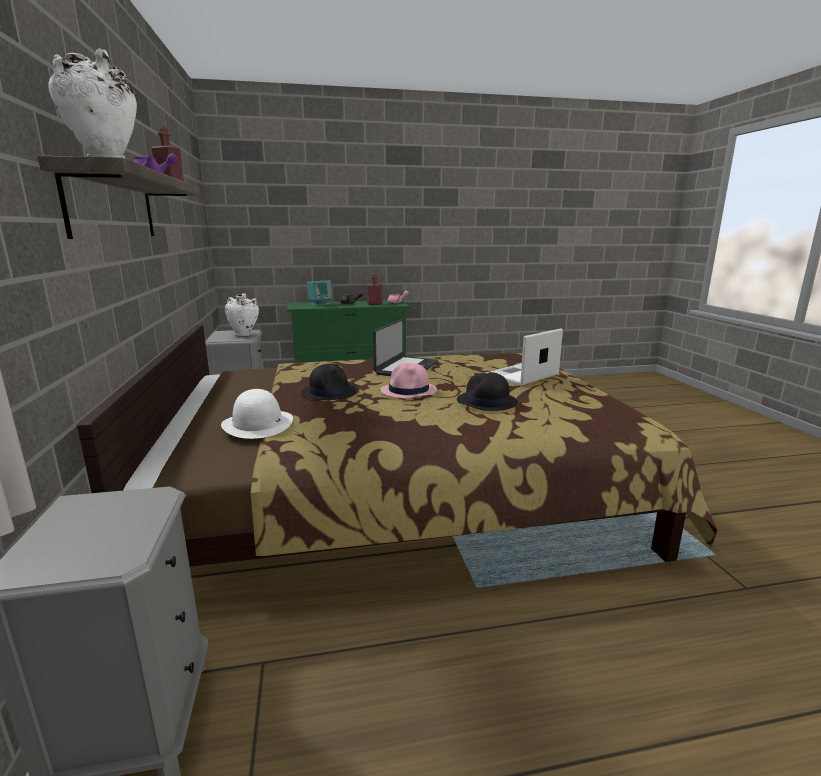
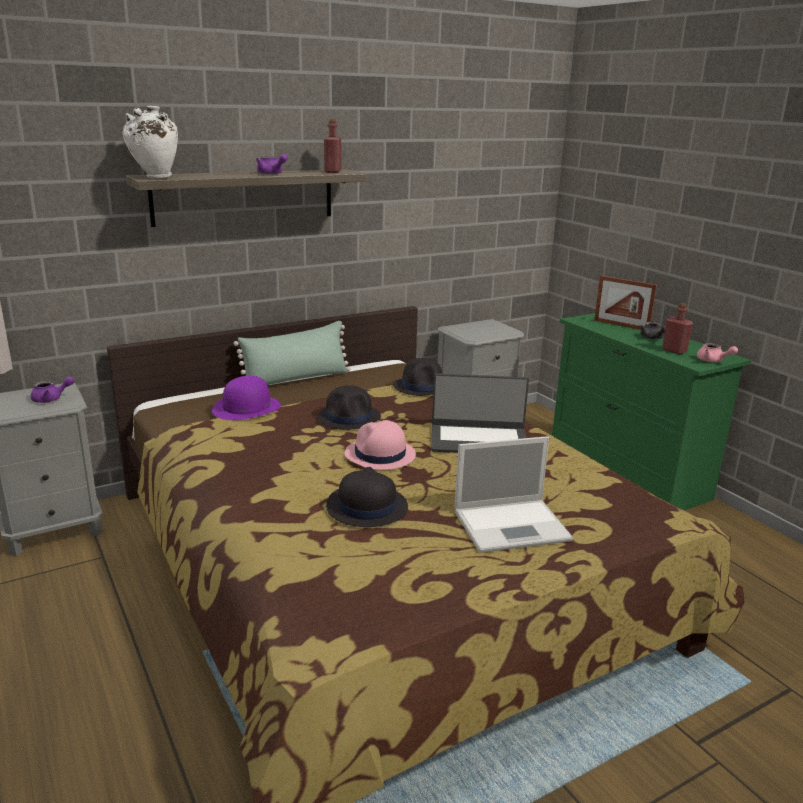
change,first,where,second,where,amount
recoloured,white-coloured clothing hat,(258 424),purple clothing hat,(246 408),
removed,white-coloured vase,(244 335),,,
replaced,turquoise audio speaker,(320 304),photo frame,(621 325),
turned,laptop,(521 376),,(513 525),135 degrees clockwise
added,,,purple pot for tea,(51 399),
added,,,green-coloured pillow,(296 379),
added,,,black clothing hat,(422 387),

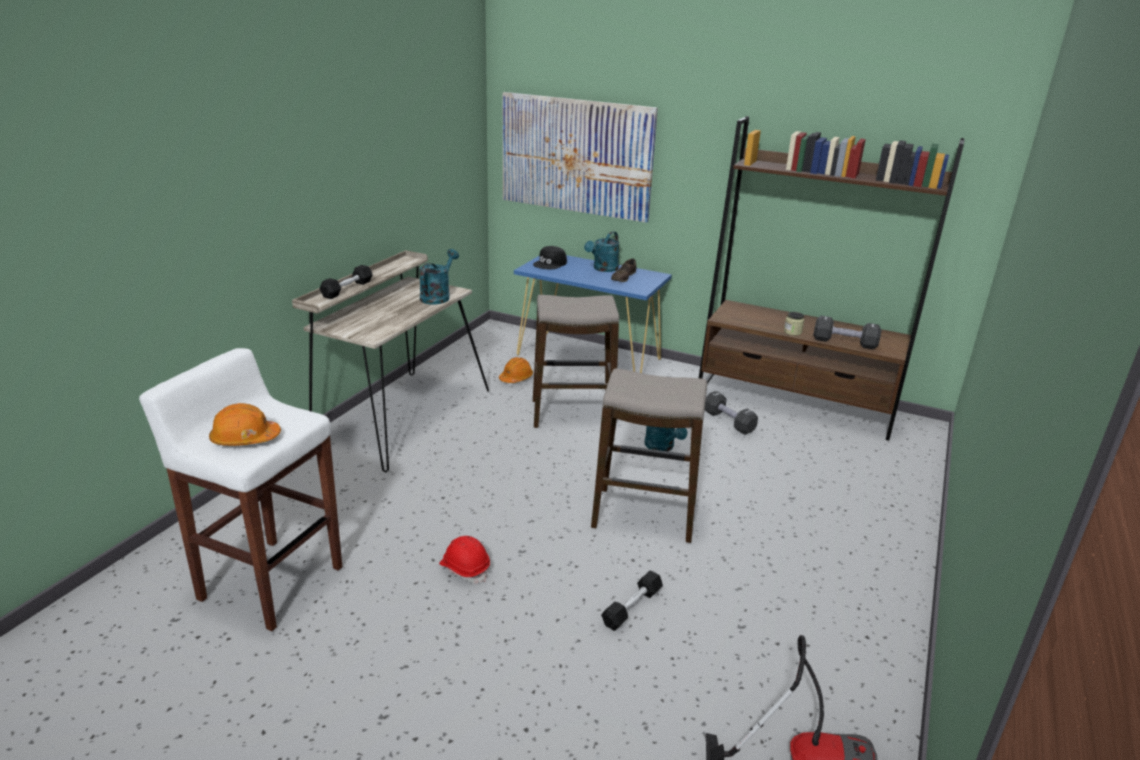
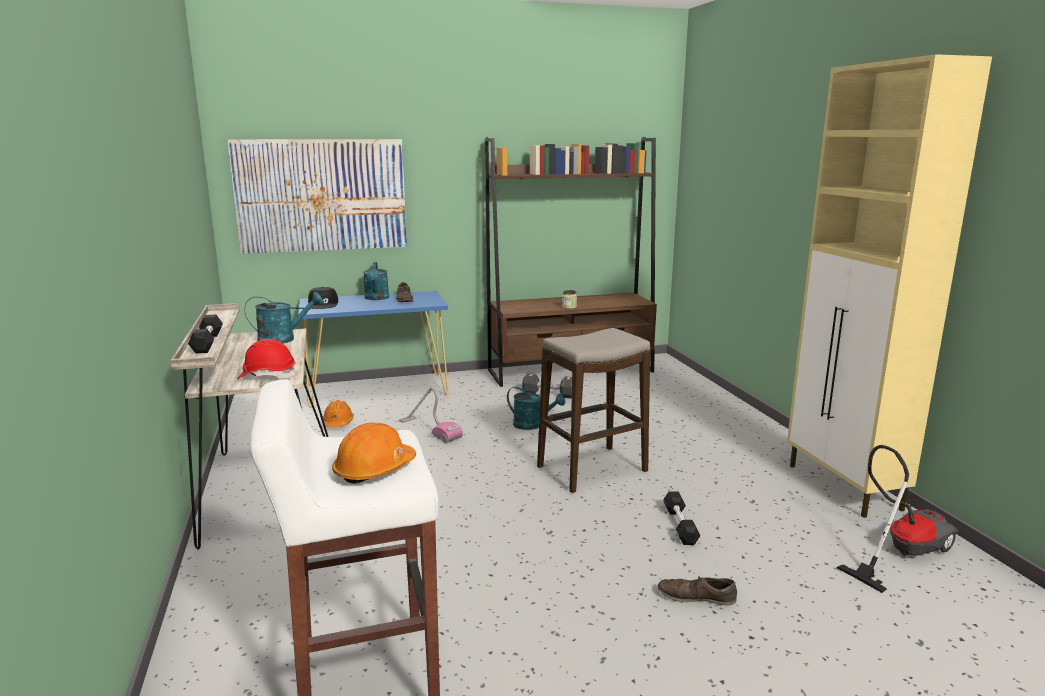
change,first,where,second,where,amount
turned,turquoise sprinkling can,(437 296),,(283 339),90 degrees clockwise
moved,red hard hat,(465 568),,(267 376),
replaced,stool seat,(572 414),vacuum,(429 430),
removed,black free weight,(844 343),,,
added,,,brownish item of footwear,(696 597),
added,,,beige cabinet,(844 488),

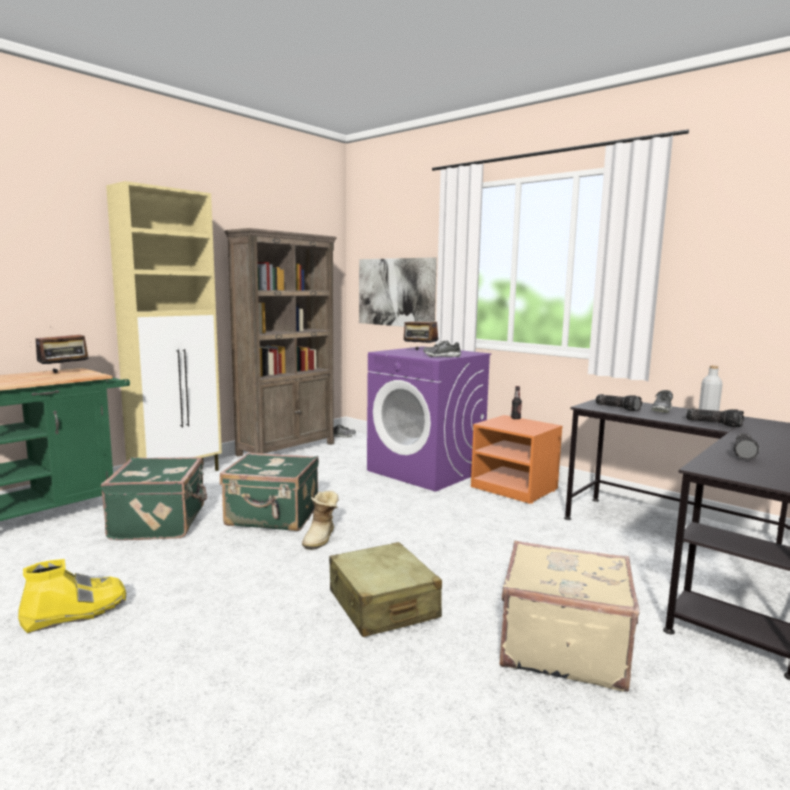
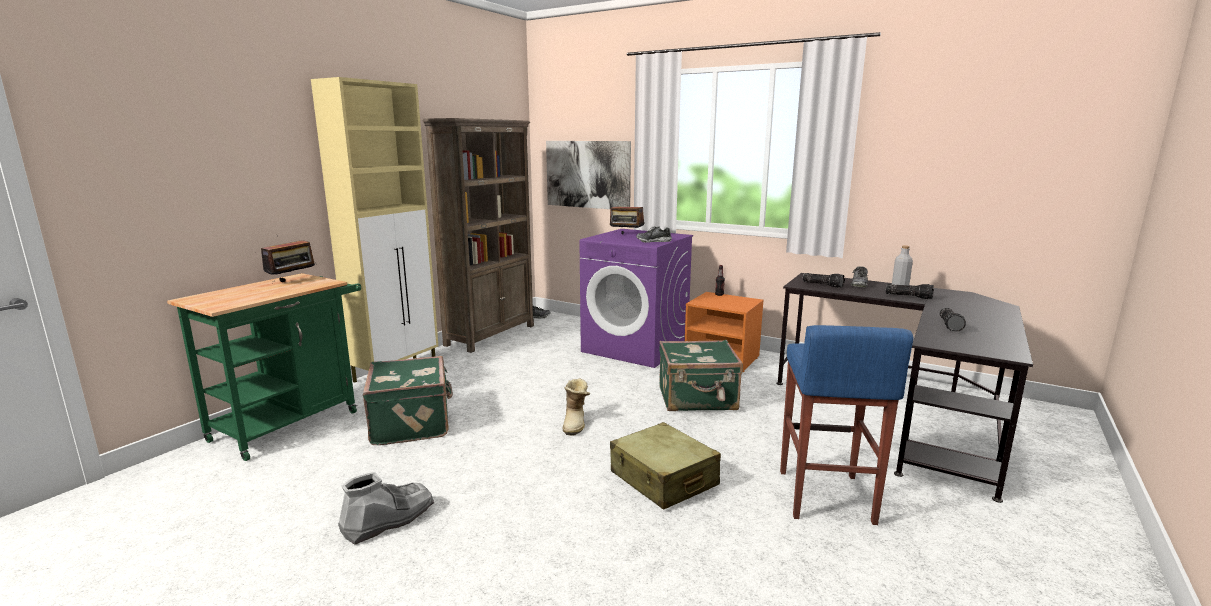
change,first,where,second,where,amount
recoloured,yellowish tall boot,(76 613),greyish tall boot,(388 520),
moved,green-coloured piece of luggage,(273 517),,(698 399),
replaced,beige piece of luggage,(562 646),bluish stool seat,(824 497),

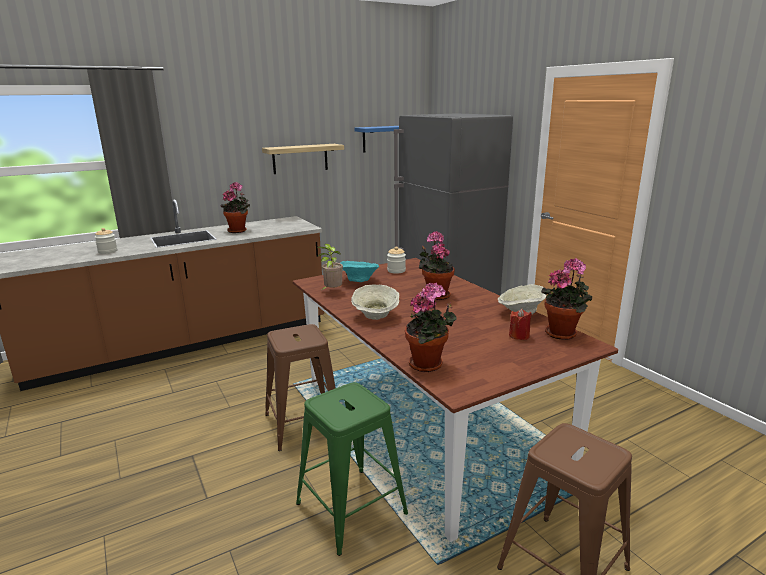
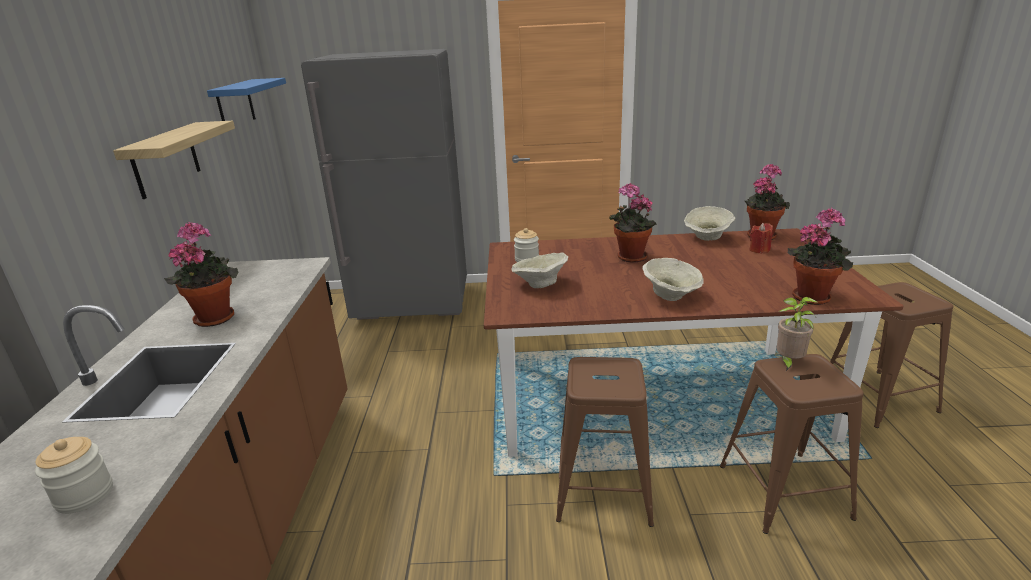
change,first,where,second,where,amount
recoloured,green-coloured stool seat,(352 508),brownish stool seat,(784 491),
moved,potted plant,(332 291),,(788 362),
recoloured,turquoise serving bowl,(359 281),beige serving bowl,(540 284),

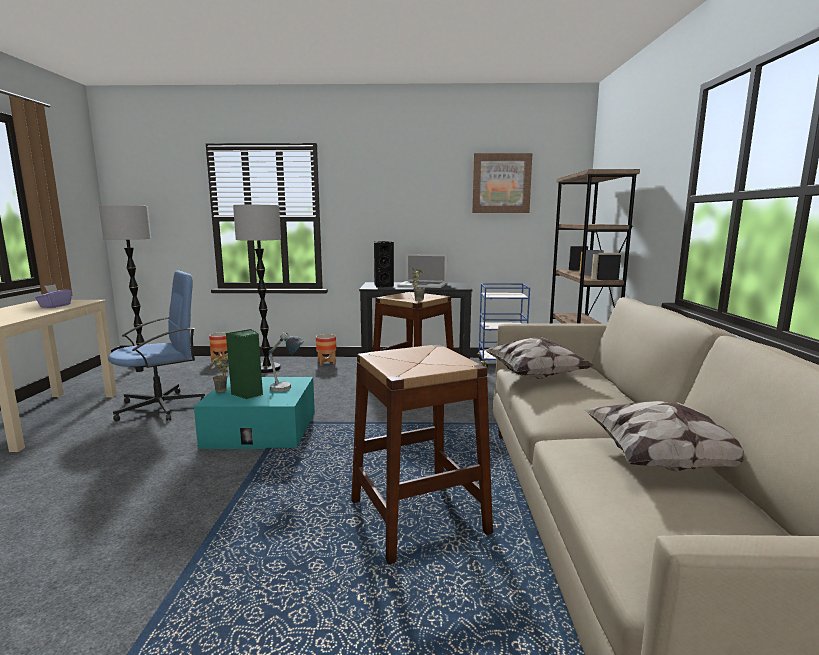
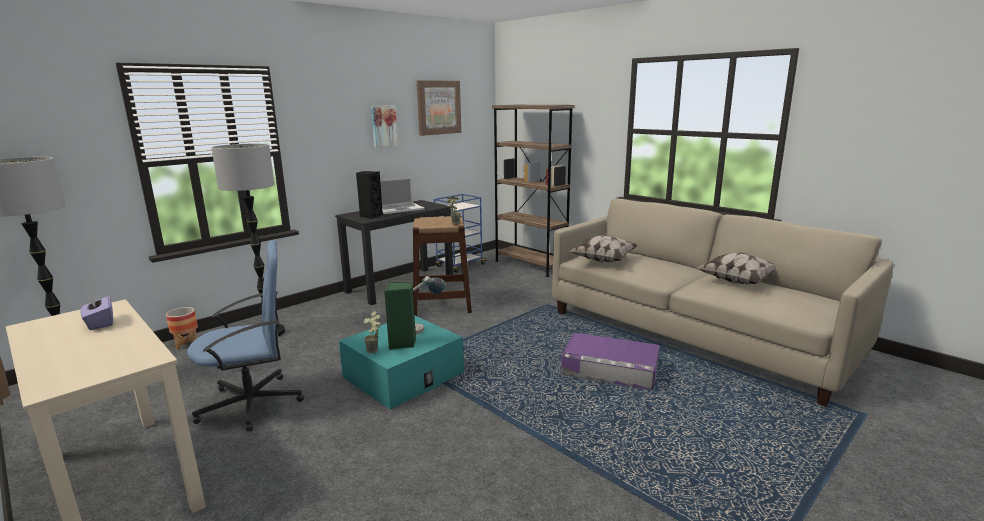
change,first,where,second,where,amount
turned,bluish office chair,(161 407),,(253 403),60 degrees clockwise
removed,plant pot,(326 362),,,
replaced,brownish stool seat,(418 516),purple storage container,(610 369),
added,,,wall picture,(383 126),

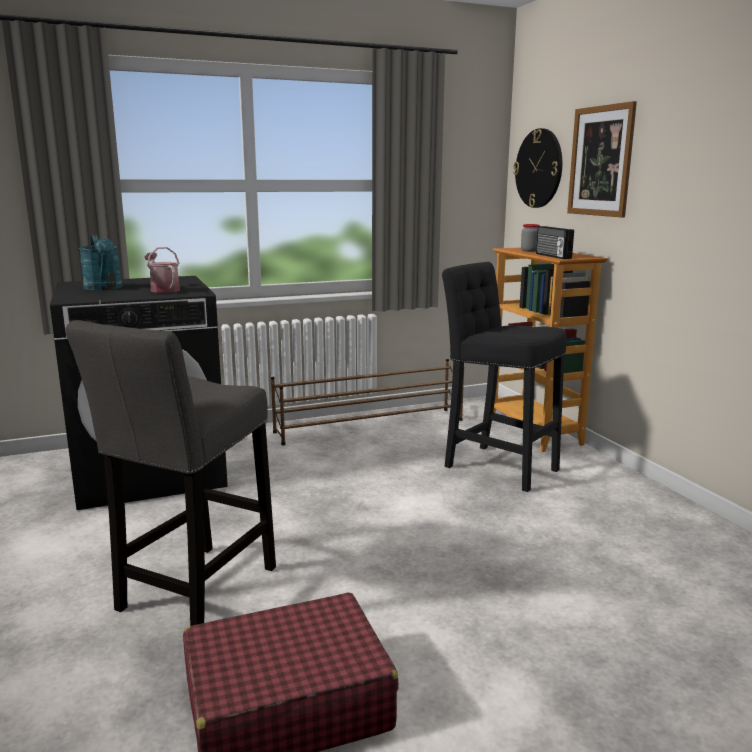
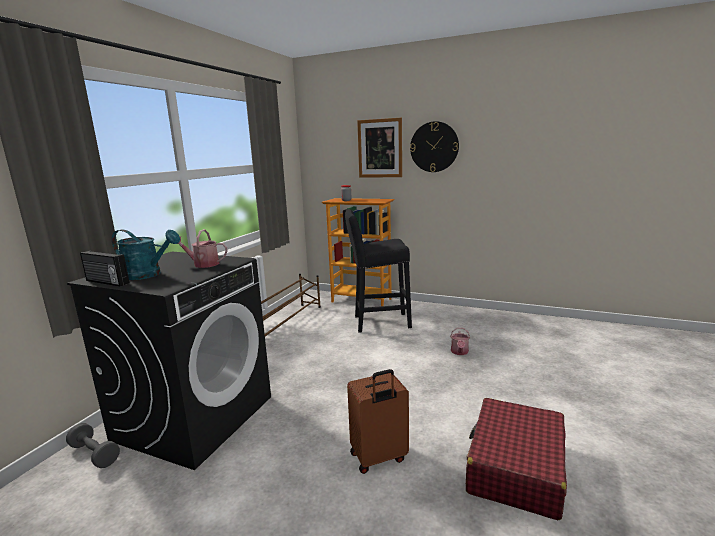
change,first,where,second,where,amount
replaced,greyish stool seat,(194 593),brownish piece of luggage,(378 458),
moved,hanging clock,(539 168),,(434 147),
moved,radio set,(552 256),,(106 282),
added,,,greyish free weight,(94 454),
added,,,sprinkling can,(459 352),

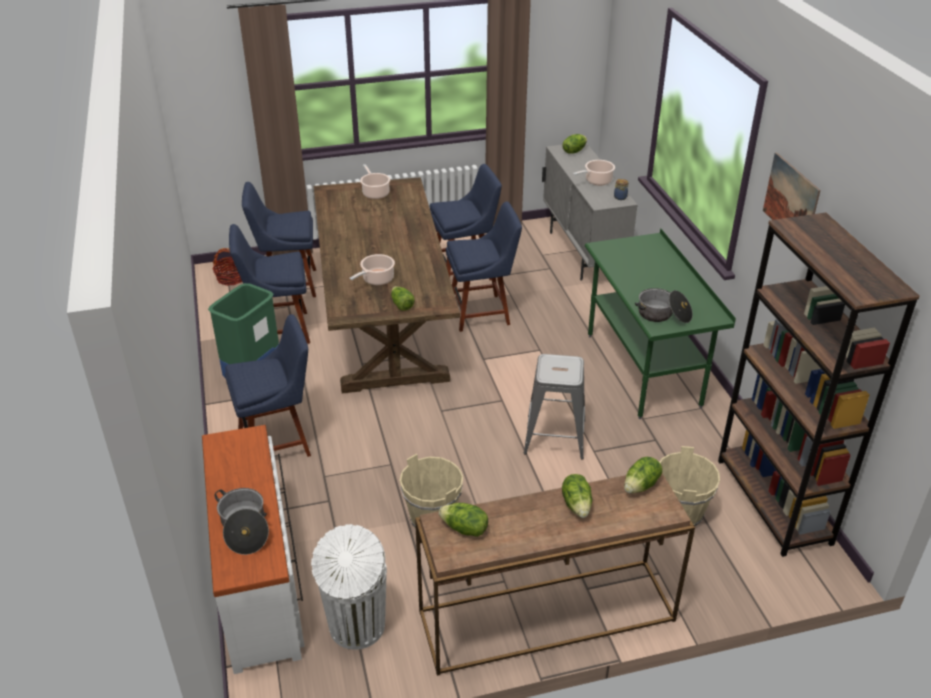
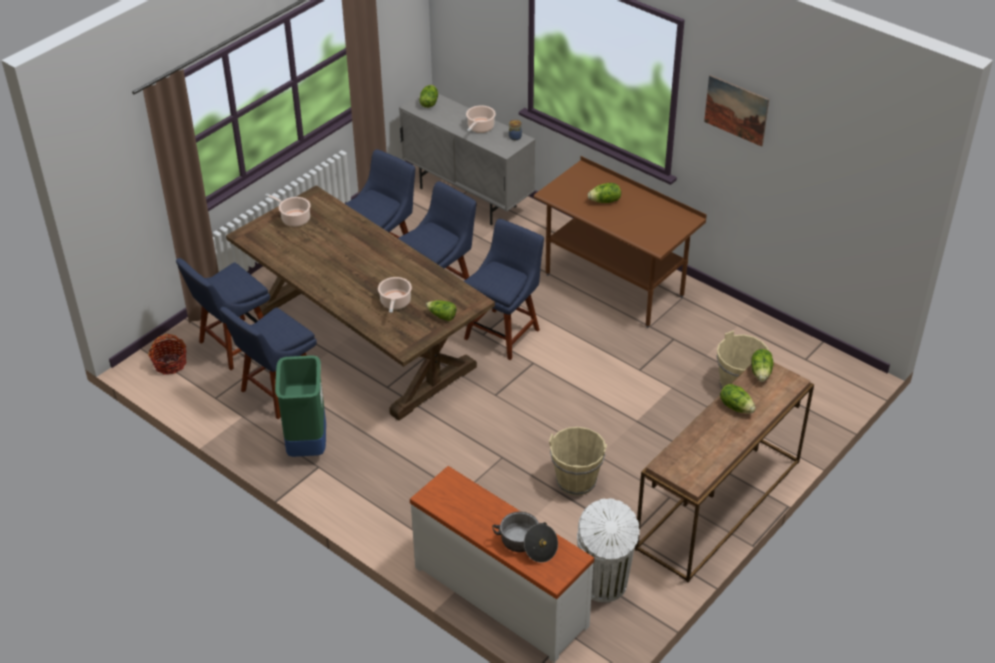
change,first,where,second,where,amount
moved,bluish plain chair,(278 441),,(504 332),
moved,lettuce,(464 529),,(605 201),
removed,greyish stool seat,(555 436),,,
recoloured,green-coloured desk,(643 370),brownish desk,(614 285),
removed,stockpot,(663 315),,,
removed,brownish bookshelf,(773 501),,,

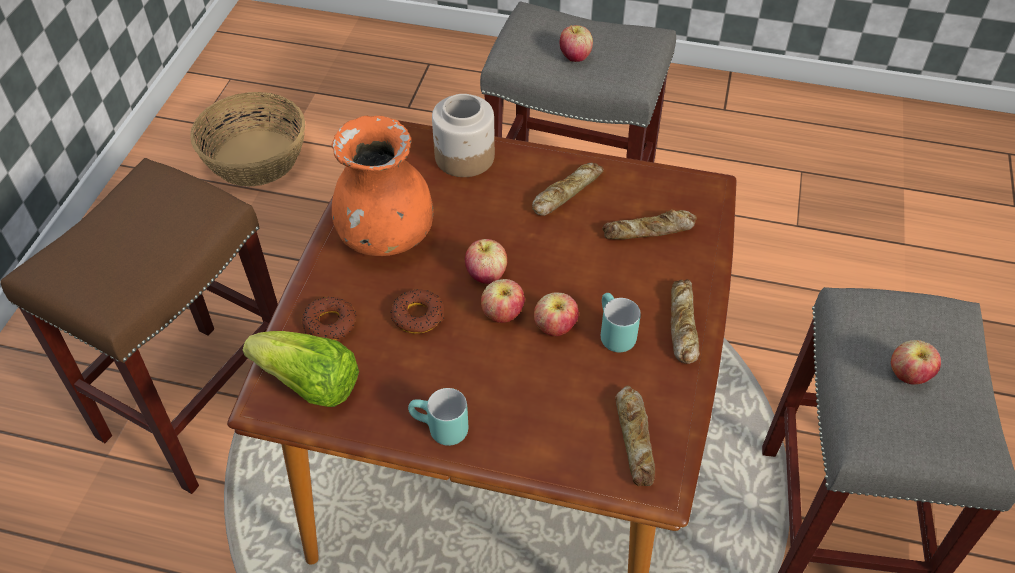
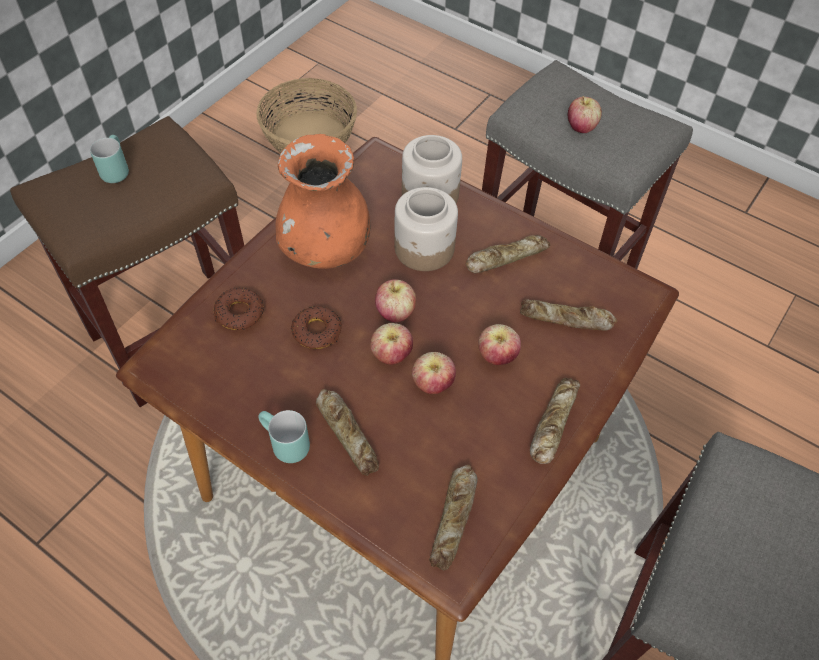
change,first,where,second,where,amount
removed,lettuce,(309 385),,,
moved,turquoise mug,(612 334),,(114 169),
moved,apple,(908 375),,(497 356),
added,,,baked bread,(348 433),
added,,,jar,(424 249),

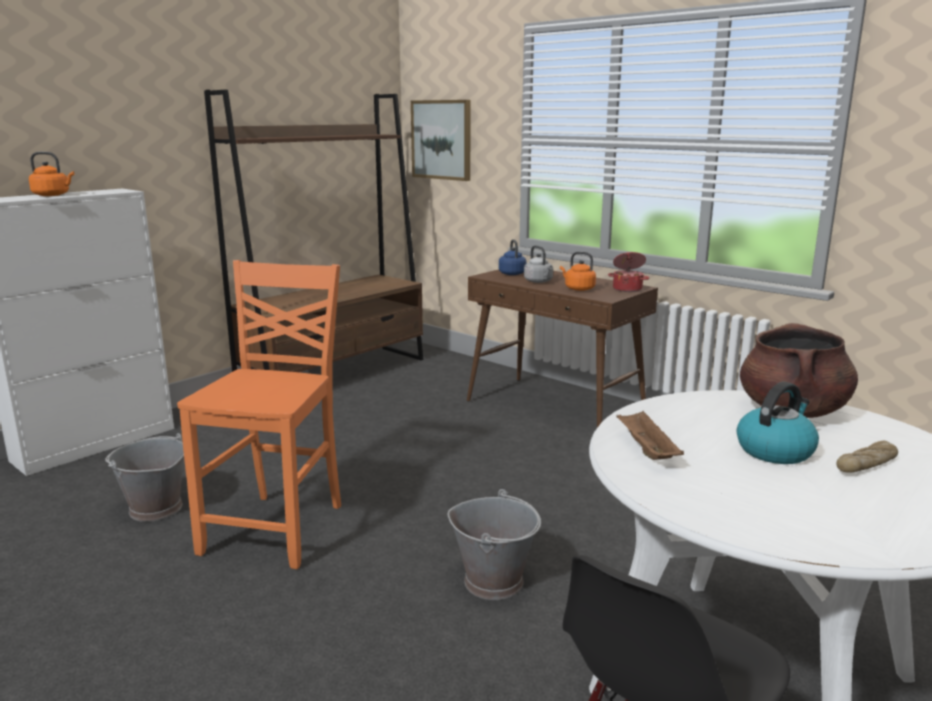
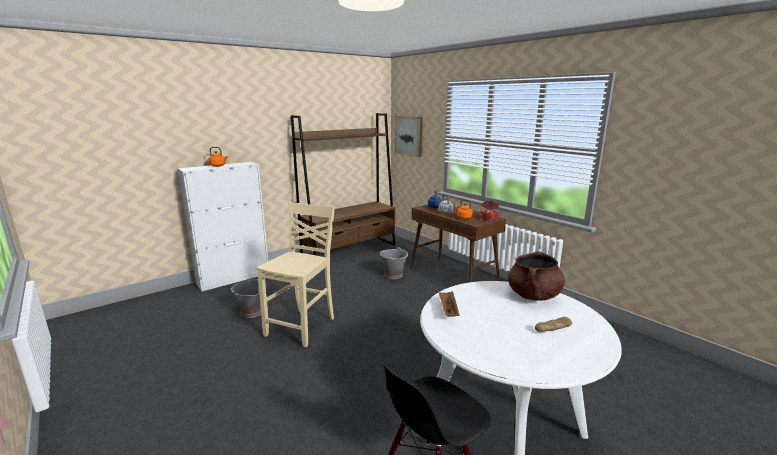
change,first,where,second,where,amount
recoloured,orangey plain chair,(278 528),beige plain chair,(302 326),
moved,greyish bucket,(494 581),,(393 275),
removed,water kettle,(775 450),,,

